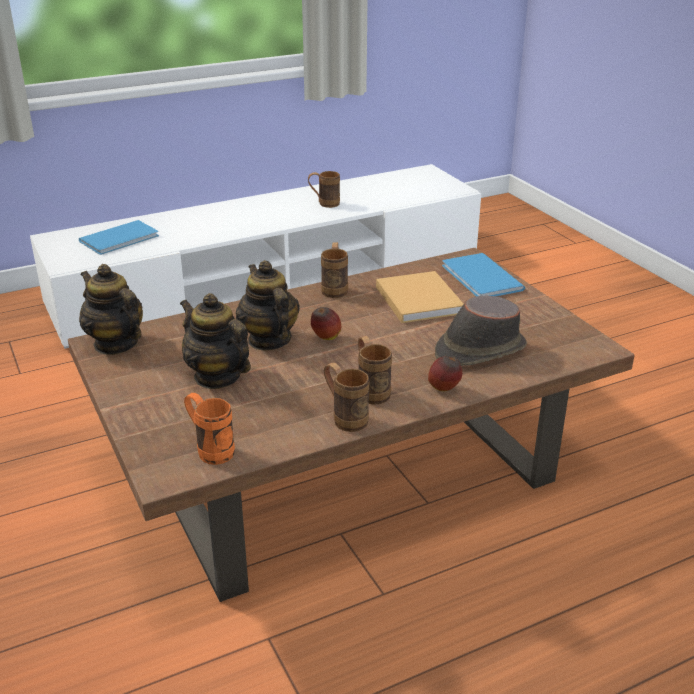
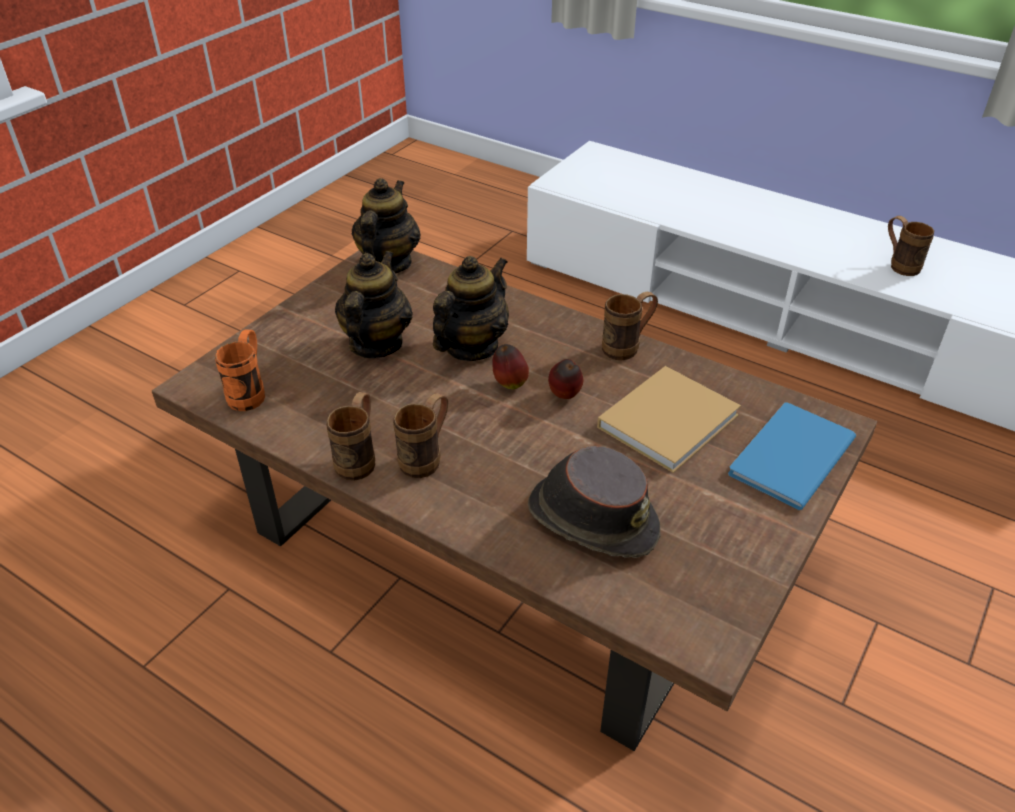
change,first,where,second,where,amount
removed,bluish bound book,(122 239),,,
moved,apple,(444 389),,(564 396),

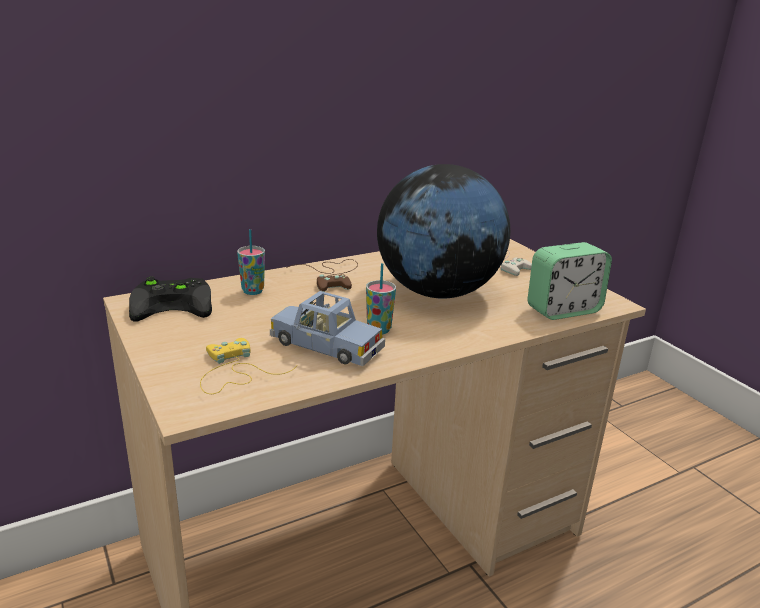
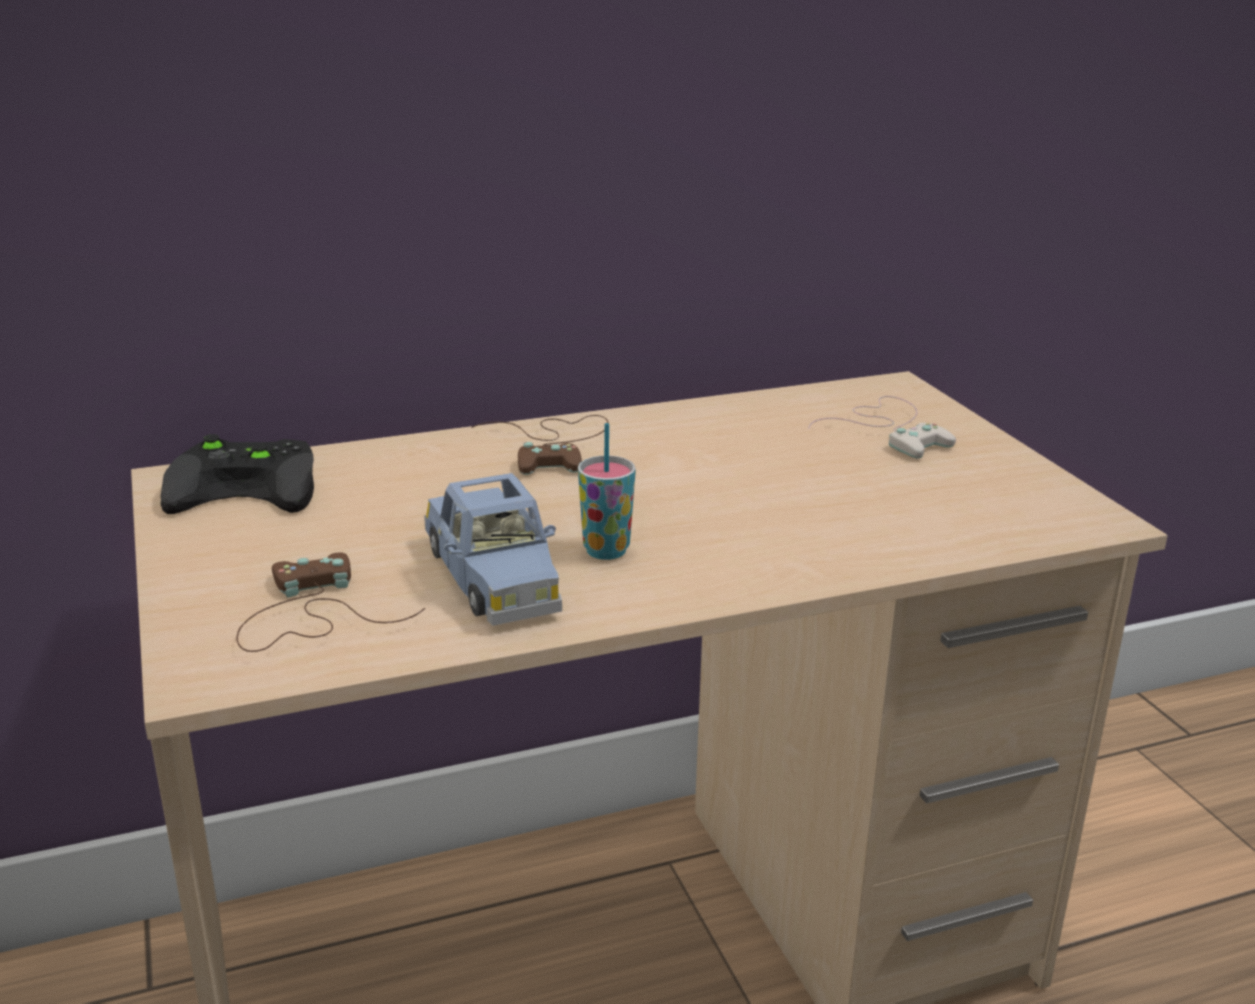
change,first,where,second,where,amount
recoloured,yellowish gamepad,(234 371),brownish gamepad,(310 613),
removed,cup,(252 291),,,
turned,bluish model car,(325 346),,(494 576),150 degrees counterclockwise
removed,world globe,(437 292),,,
removed,alarm clock,(563 310),,,

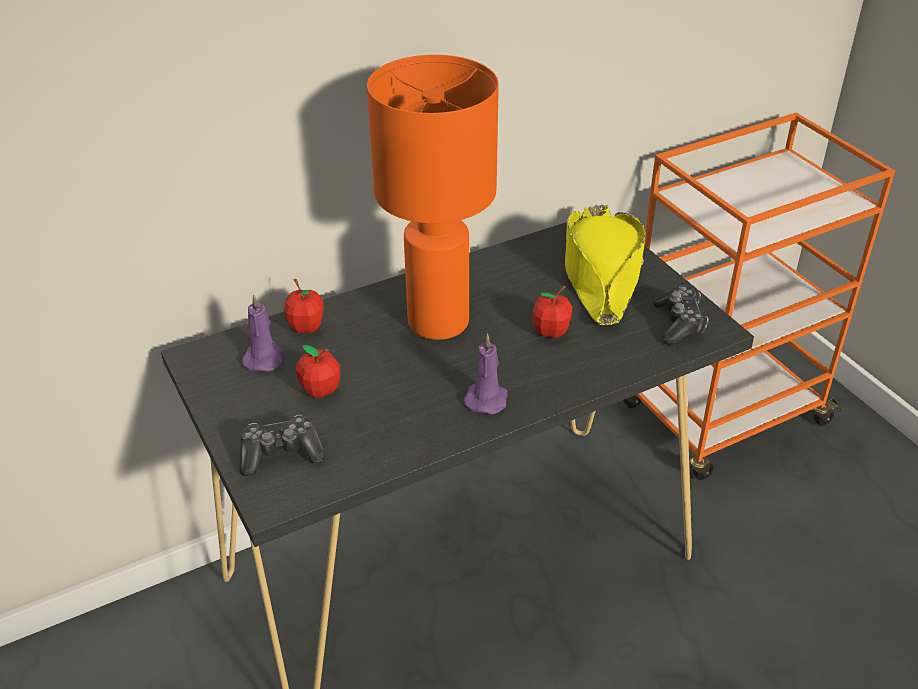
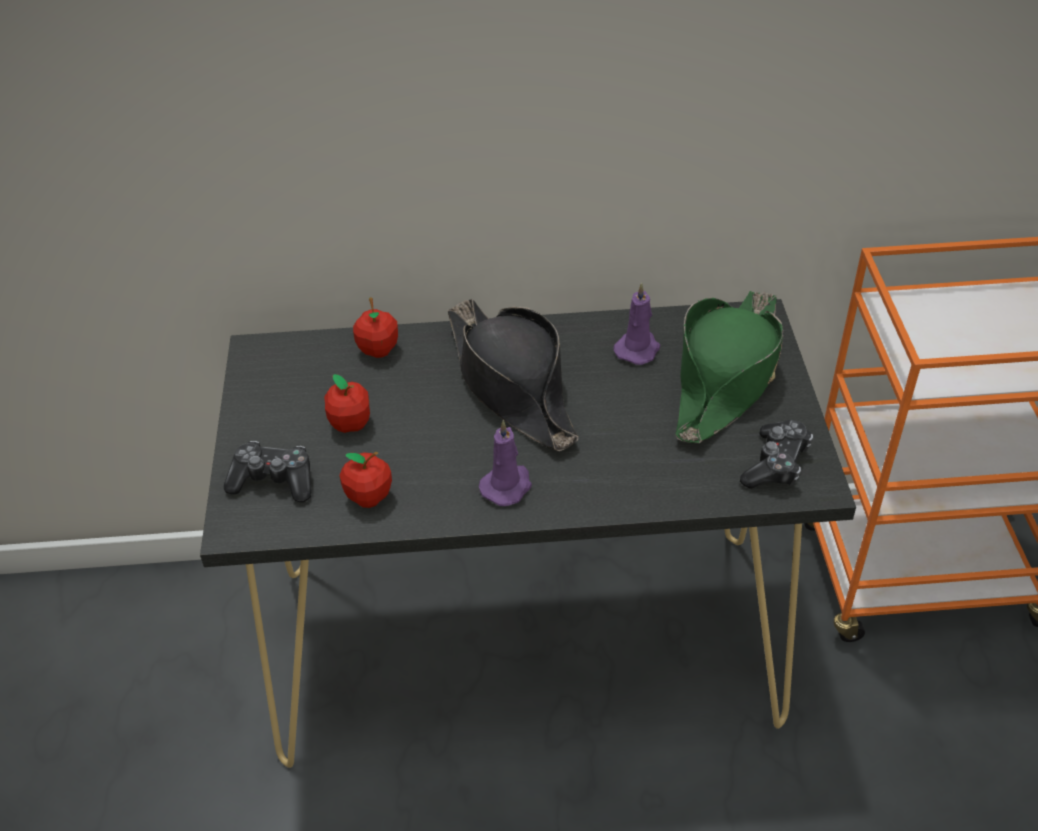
change,first,where,second,where,amount
moved,purple candle,(264 357),,(638 348),
replaced,orangey table lamp,(438 323),black clothing hat,(511 385),
moved,apple,(551 331),,(369 497),
recoloured,yellowish clothing hat,(601 273),green-coloured clothing hat,(726 377),

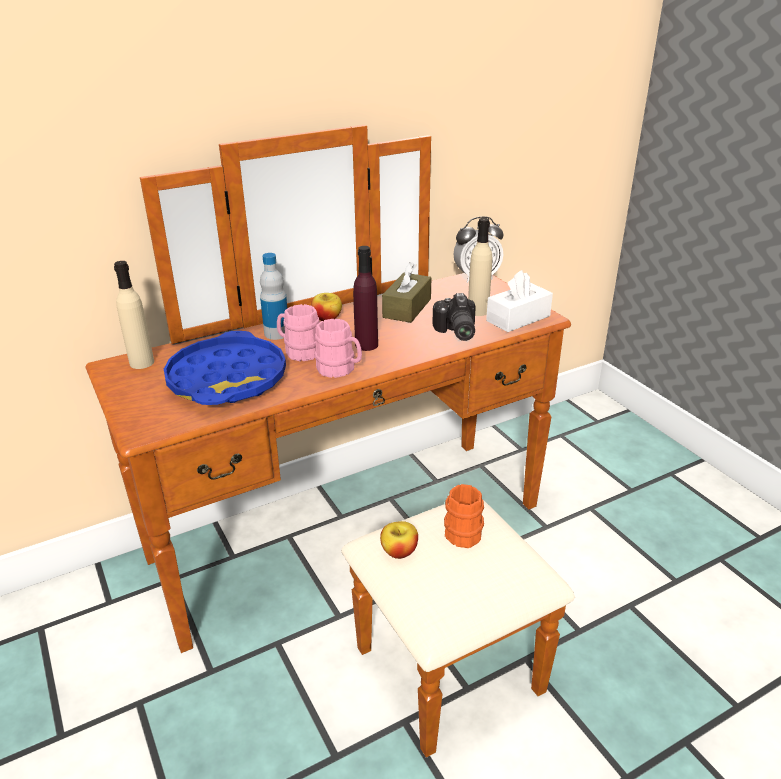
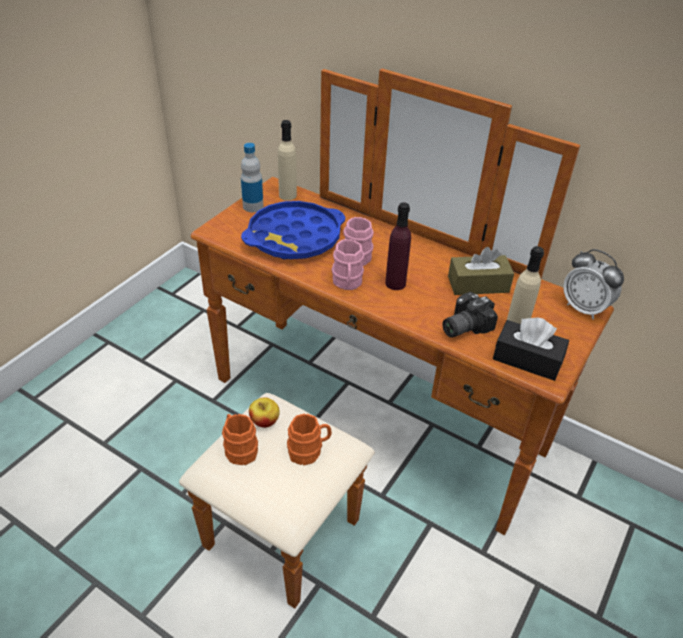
change,first,where,second,where,amount
moved,drink bottle,(277 333),,(253 206),
removed,apple,(327 318),,,
recoloured,white-coloured tissue box,(518 318),black tissue box,(527 359),
added,,,orangey mug,(239 448),

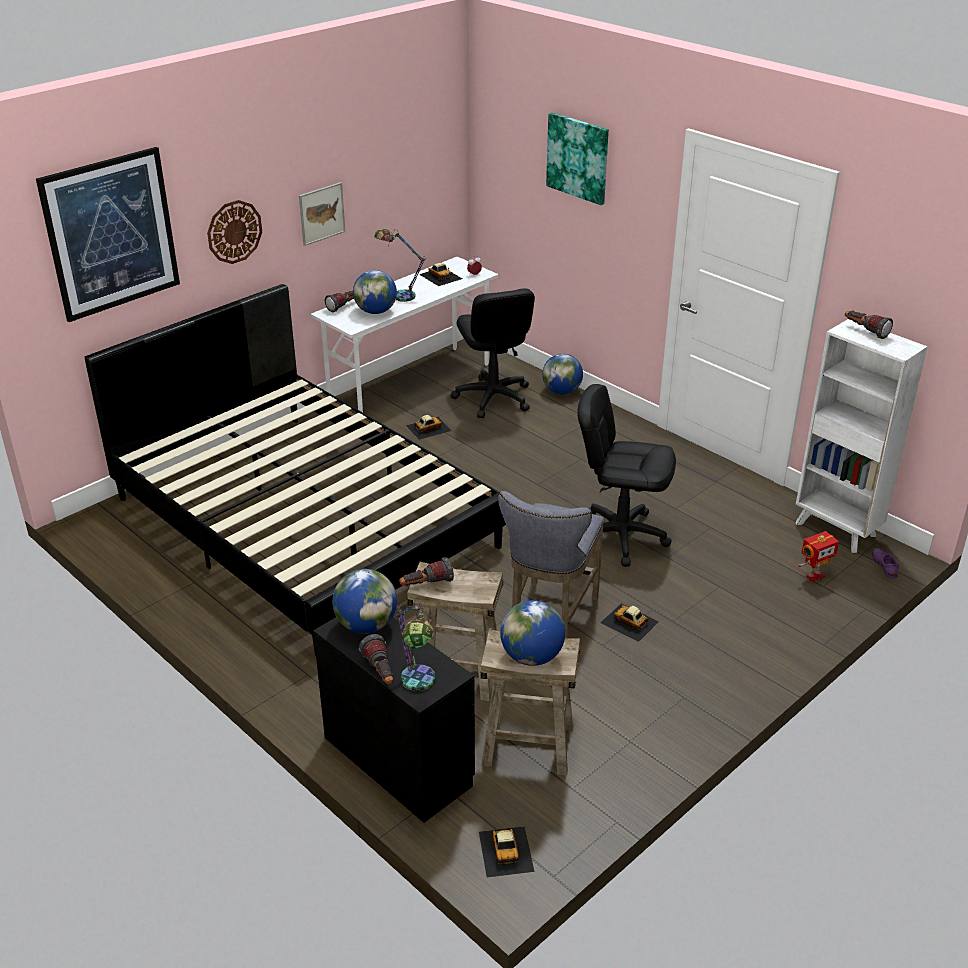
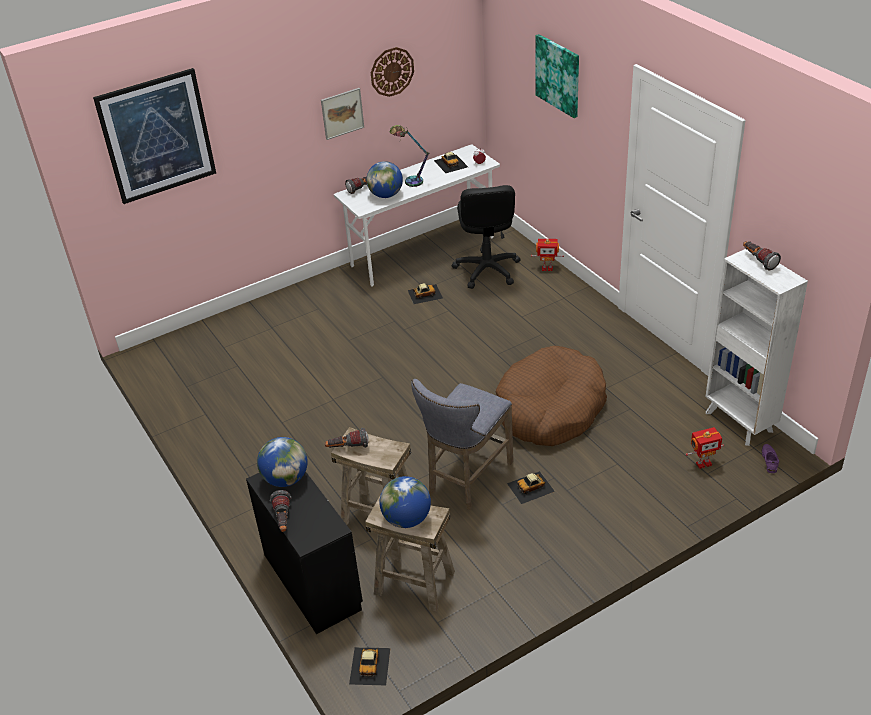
change,first,where,second,where,amount
removed,black bed,(305 520),,,
moved,hanging clock,(234 231),,(392 71),
removed,table lamp,(417 687),,,
replaced,world globe,(561 391),toy robot,(547 268),
replaced,black office chair,(620 536),brownish pet bed,(550 409),
turned,model car,(629 622),,(531 487),75 degrees counterclockwise

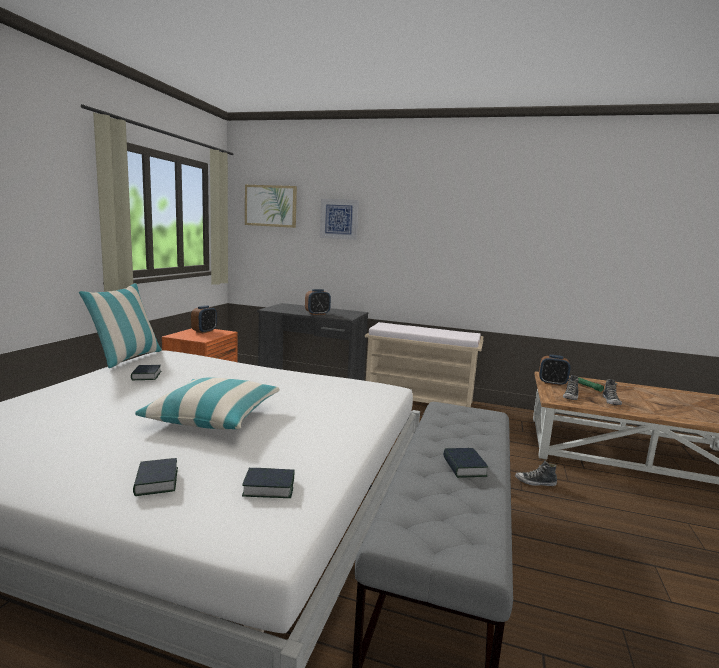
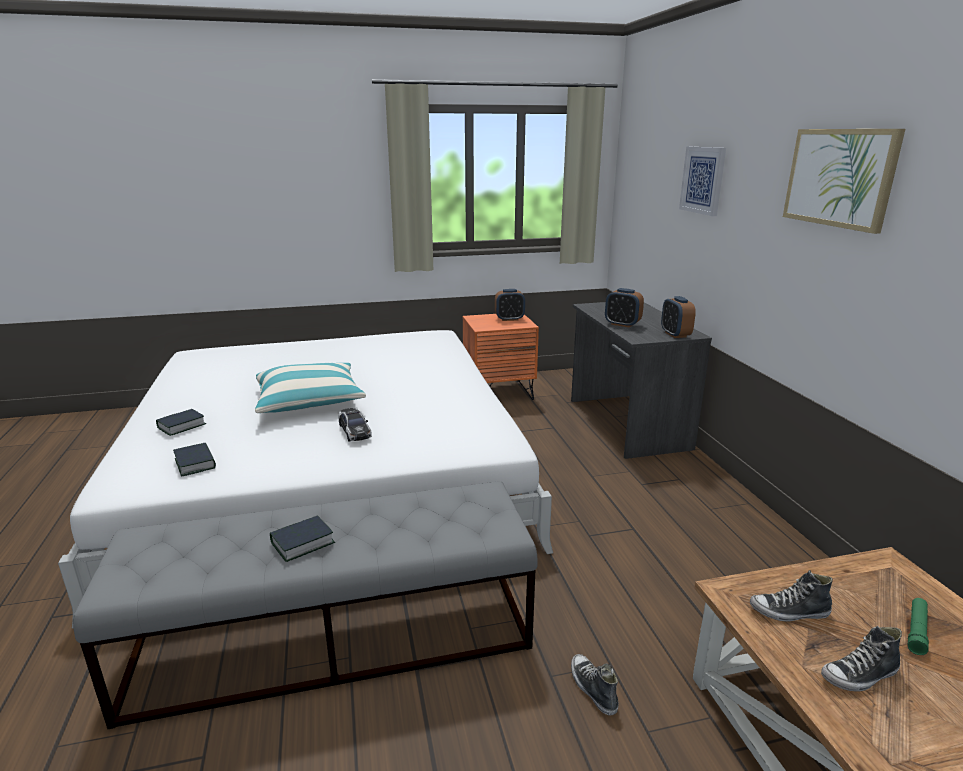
change,first,where,second,where,amount
removed,pillow,(127 358),,,
removed,bound book,(146 376),,,
moved,wall picture,(270 206),,(840 177),
removed,beige long seat,(419 400),,,
moved,alarm clock,(552 383),,(675 334),
added,,,model car,(354 431),

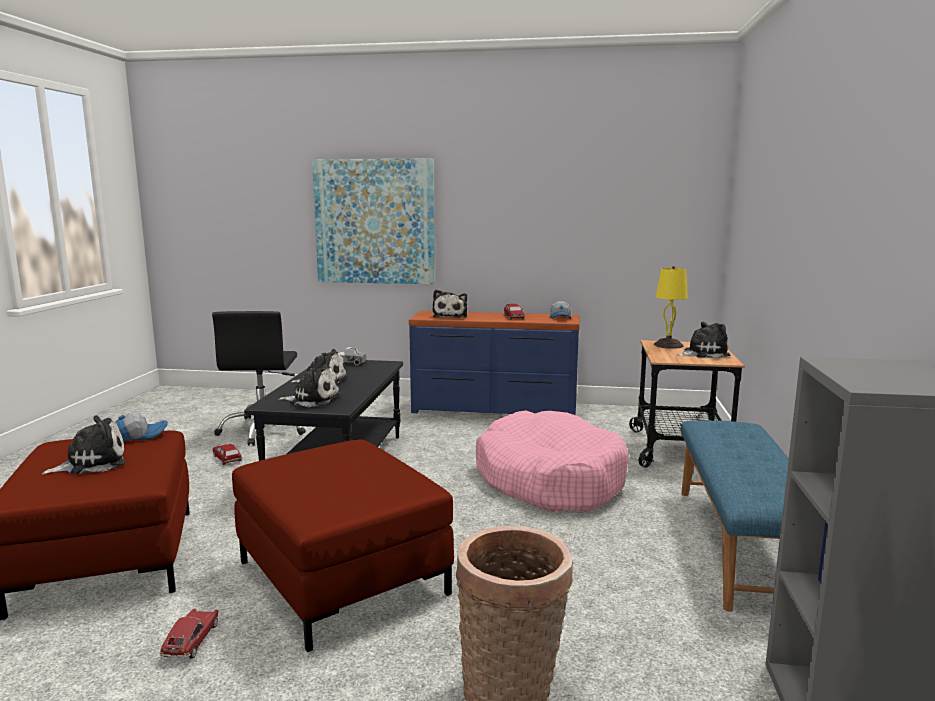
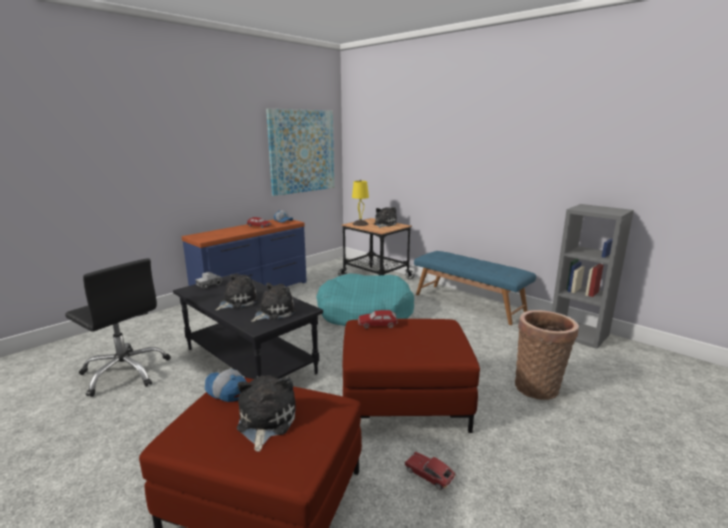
change,first,where,second,where,amount
turned,cap,(139 436),,(225 391),60 degrees counterclockwise
moved,model car,(227 458),,(377 324),
moved,wall picture,(374 222),,(302 151),
removed,soft toy,(450 316),,,
recoloured,pink pet bed,(549 480),turquoise pet bed,(365 312),

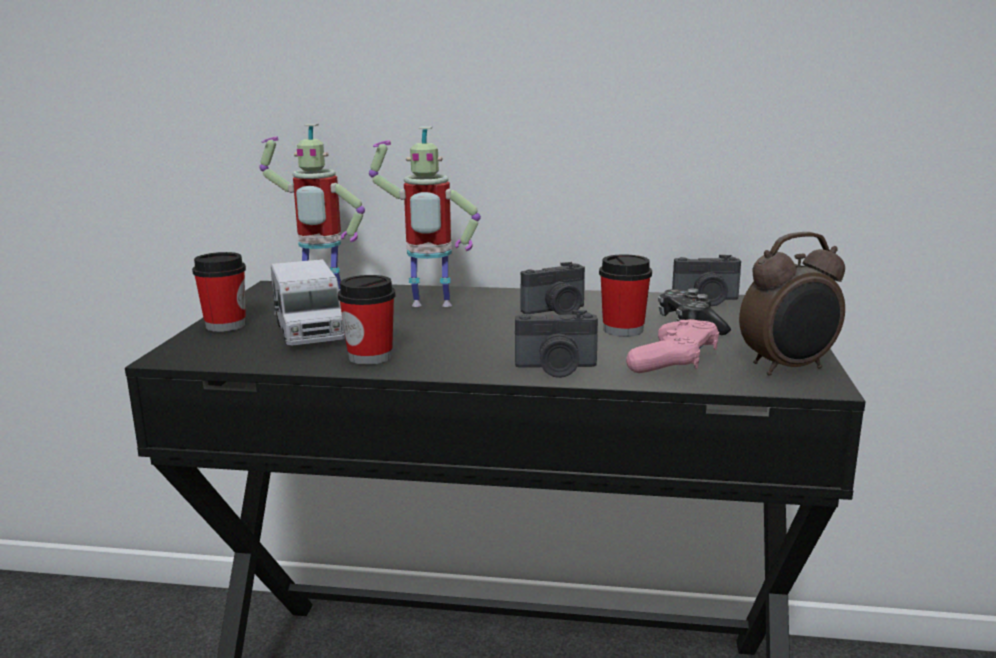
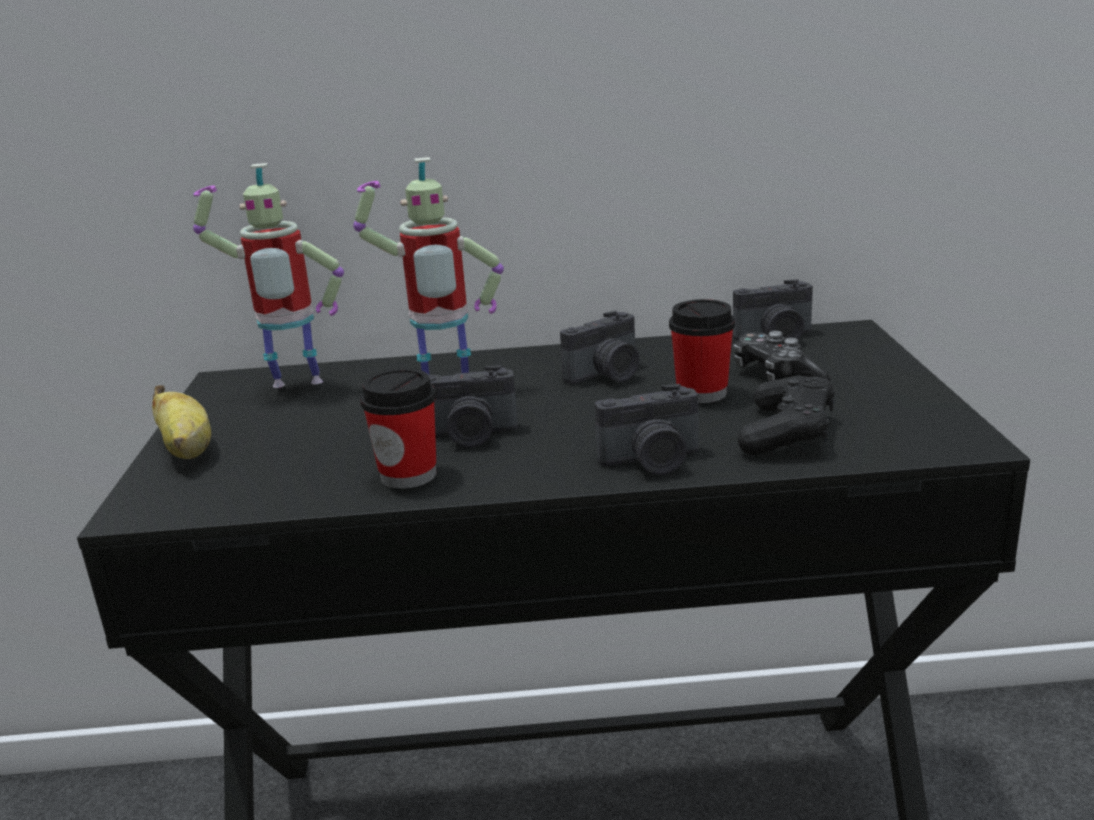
change,first,where,second,where,amount
replaced,cup,(225 325),banana,(187 450),
removed,toy truck,(309 331),,,
recoloured,pink gamepad,(674 362),black gamepad,(787 432),
removed,alarm clock,(789 368),,,
added,,,still camera,(470 435),

